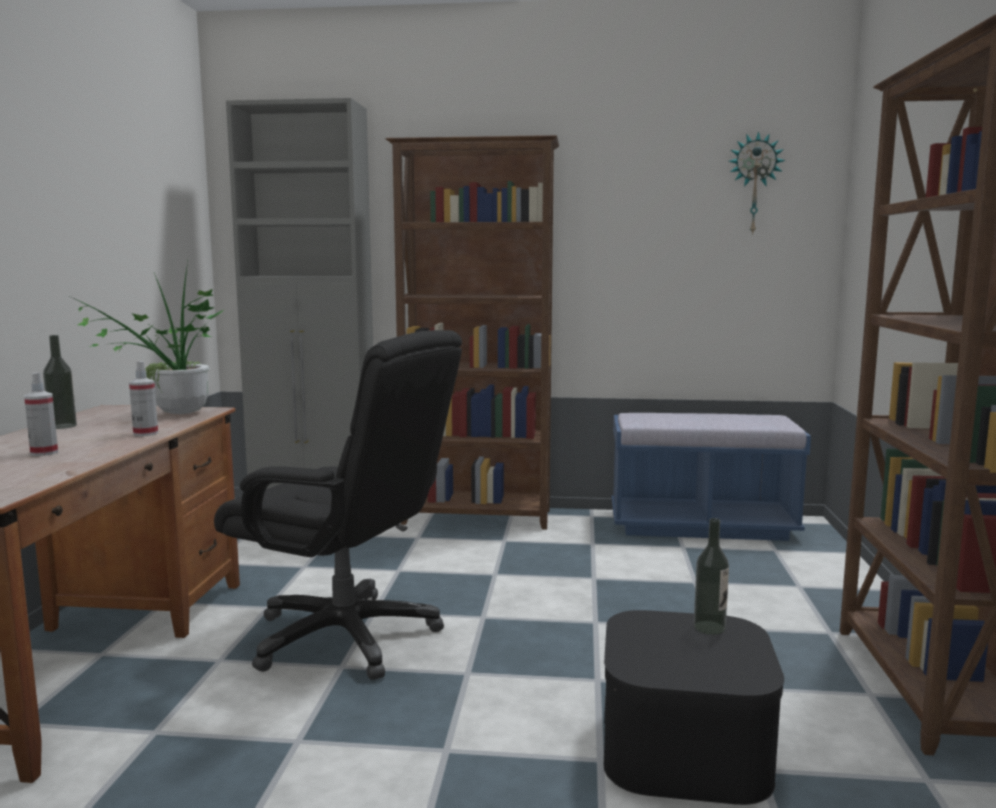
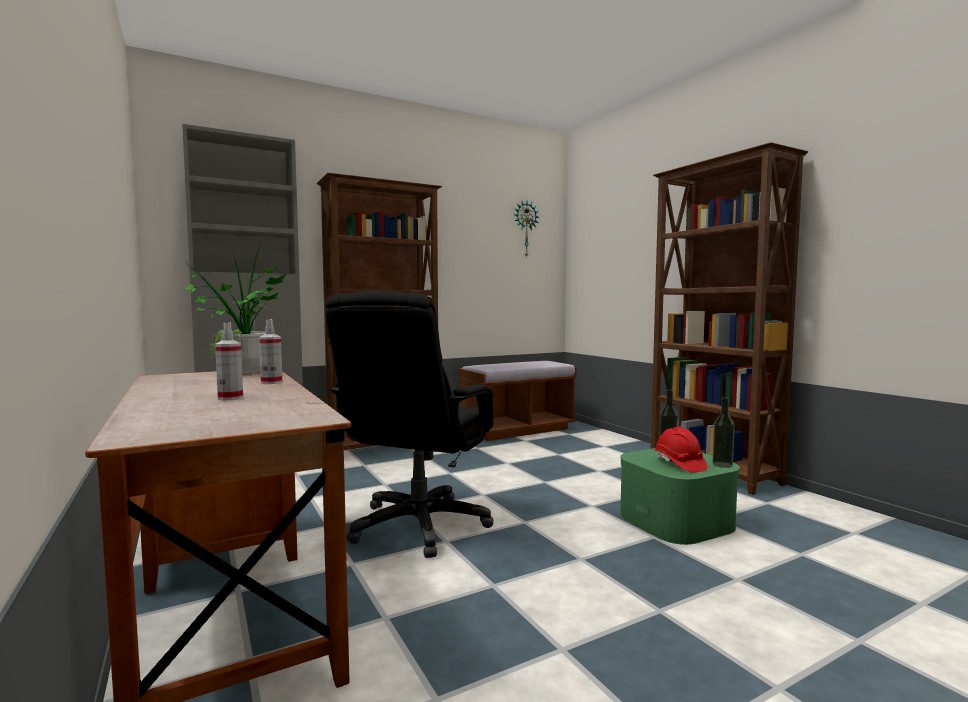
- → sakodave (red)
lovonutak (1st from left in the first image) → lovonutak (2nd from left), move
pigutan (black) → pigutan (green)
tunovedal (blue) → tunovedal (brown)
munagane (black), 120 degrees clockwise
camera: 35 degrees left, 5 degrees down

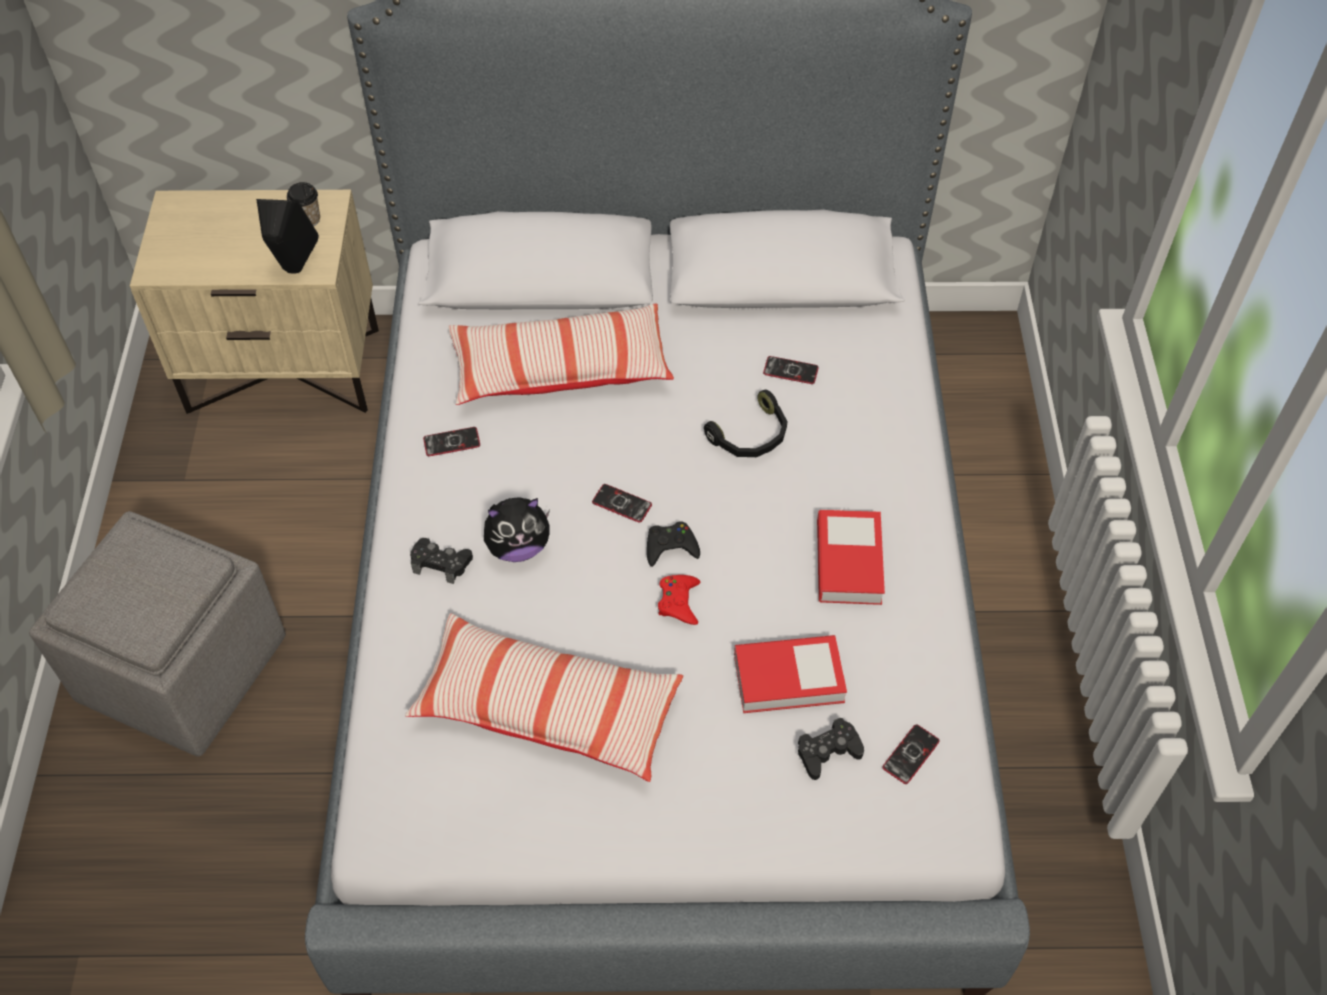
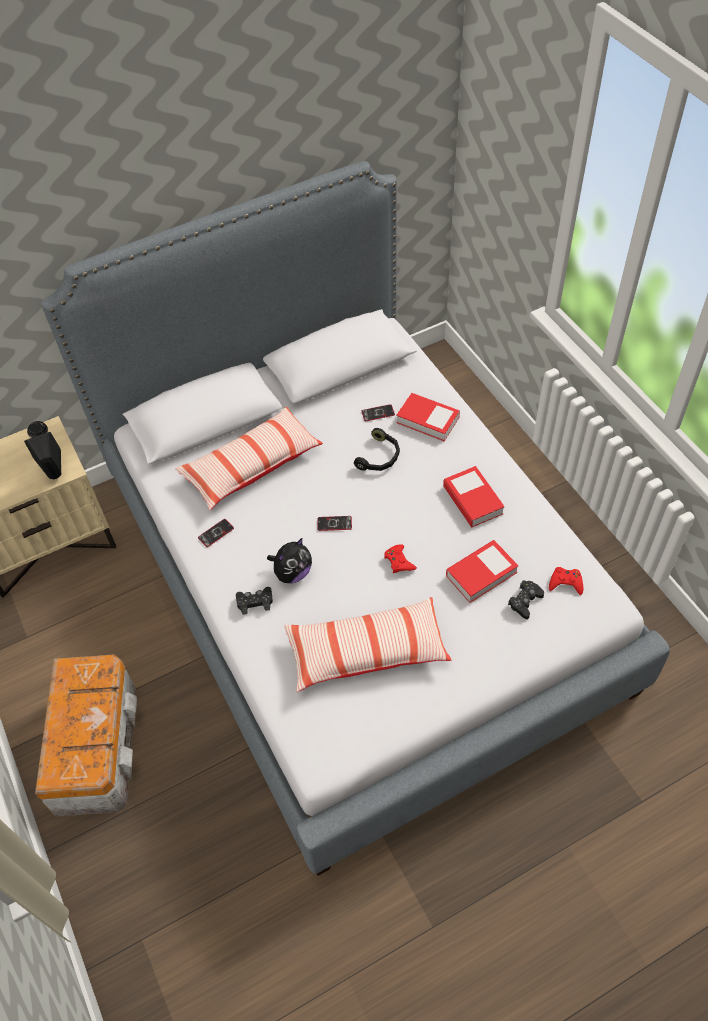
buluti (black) (2nd from left) → -
- → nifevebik (1st from left)
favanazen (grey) → pigutan
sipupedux (4th from left) → buluti (red) (2nd from left)
camera: 25 degrees left, 0 degrees up

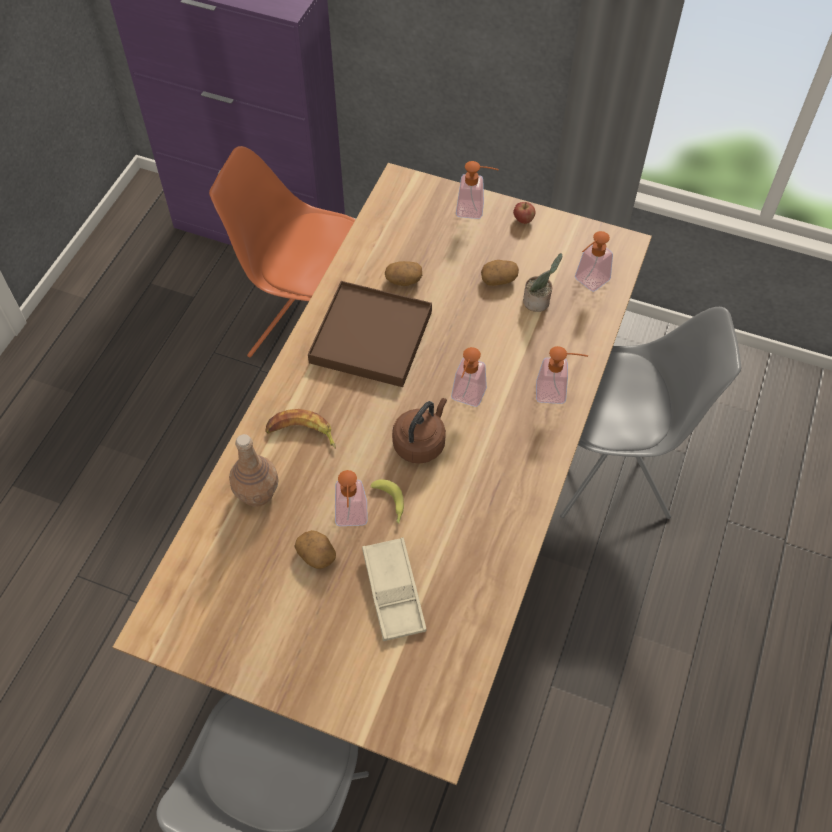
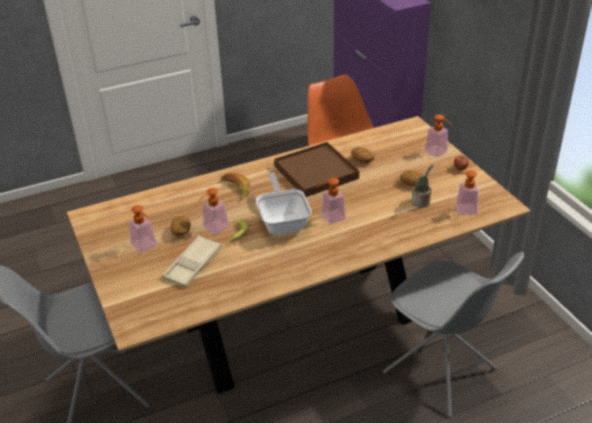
lovonutak (brown) → -
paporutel (4th from left in the first image) → paporutel (1st from left), move
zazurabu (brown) → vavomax
camera: 45 degrees right, 20 degrees down

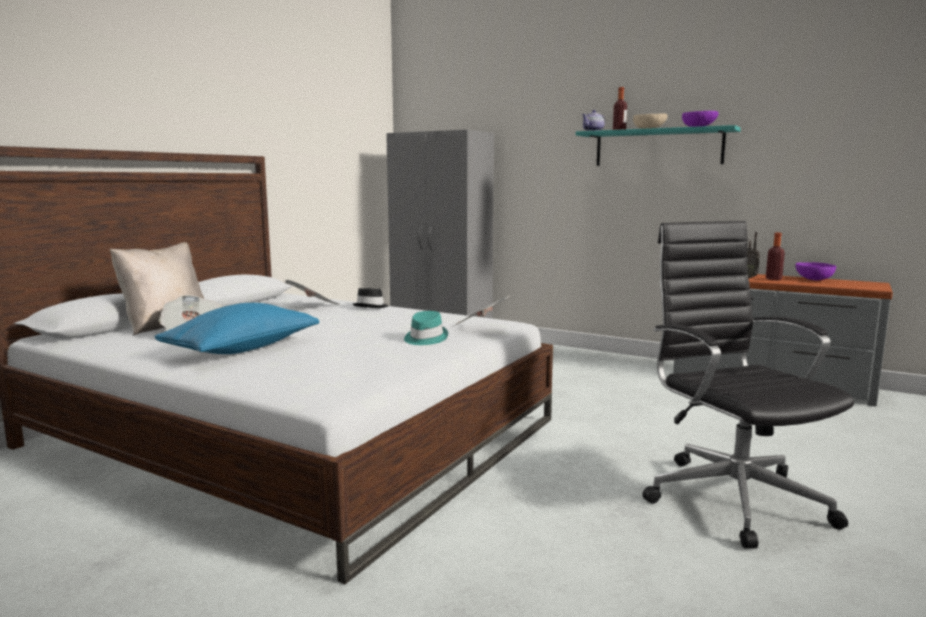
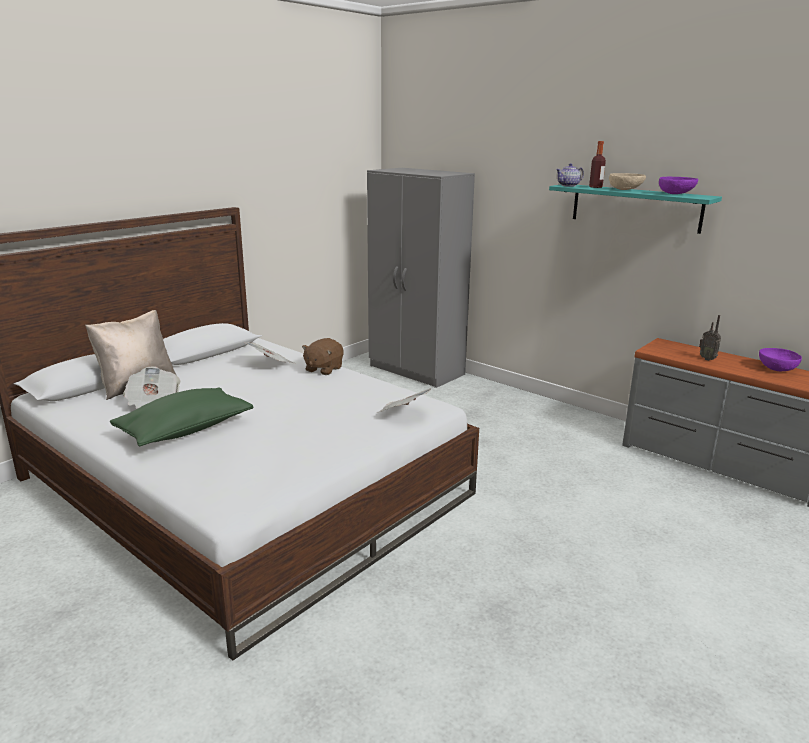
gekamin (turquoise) → -
munagane (black) → -
lovonutak (2nd from left) → -
gekamin (black) → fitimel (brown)
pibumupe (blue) → pibumupe (green)
camera: 10 degrees right, 10 degrees up

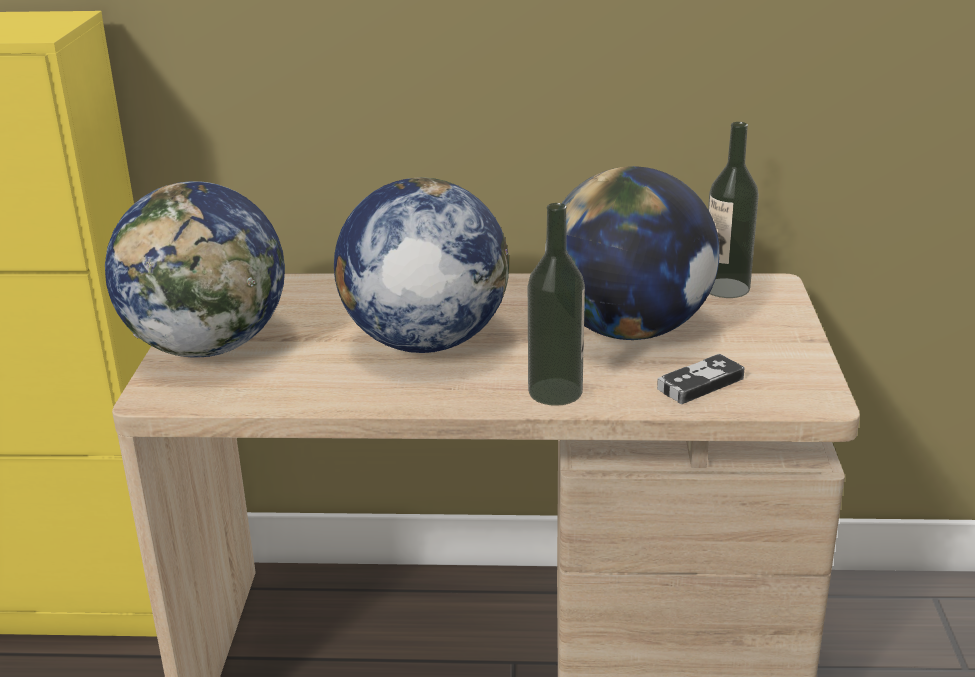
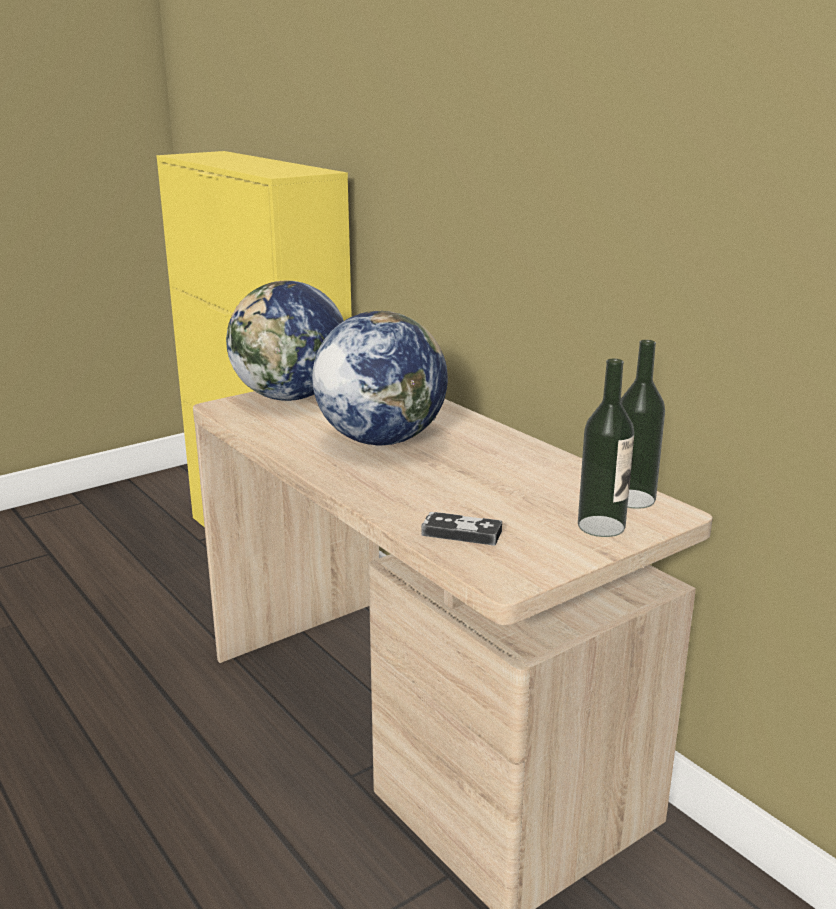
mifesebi (3rd from left) → -
lovonutak (1st from left), move
camera: 50 degrees right, 5 degrees down

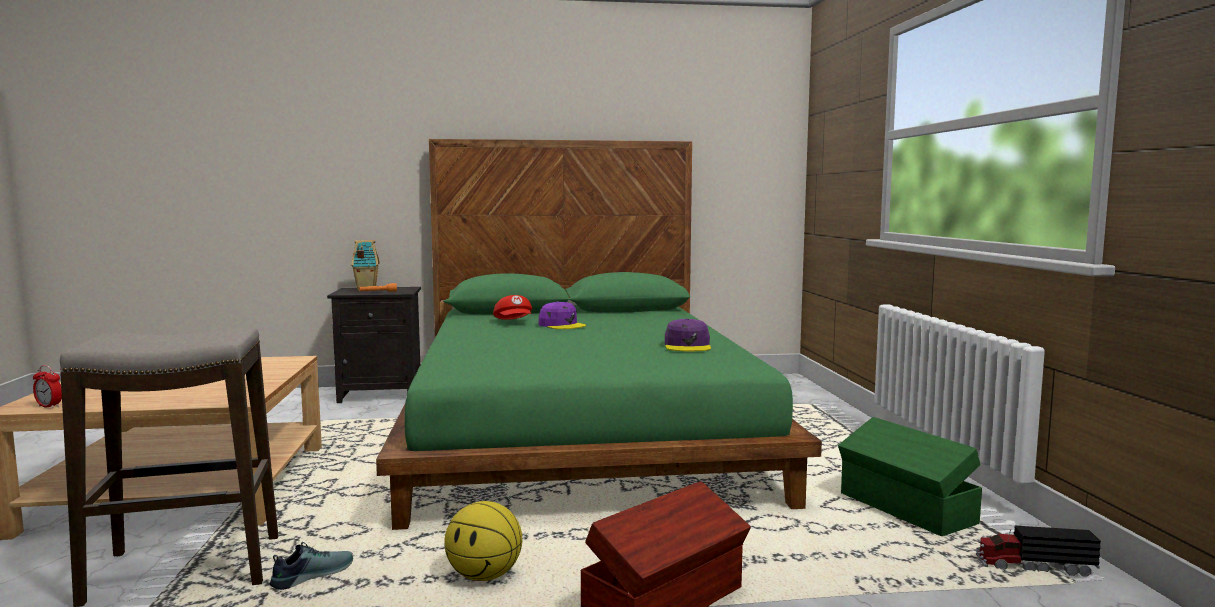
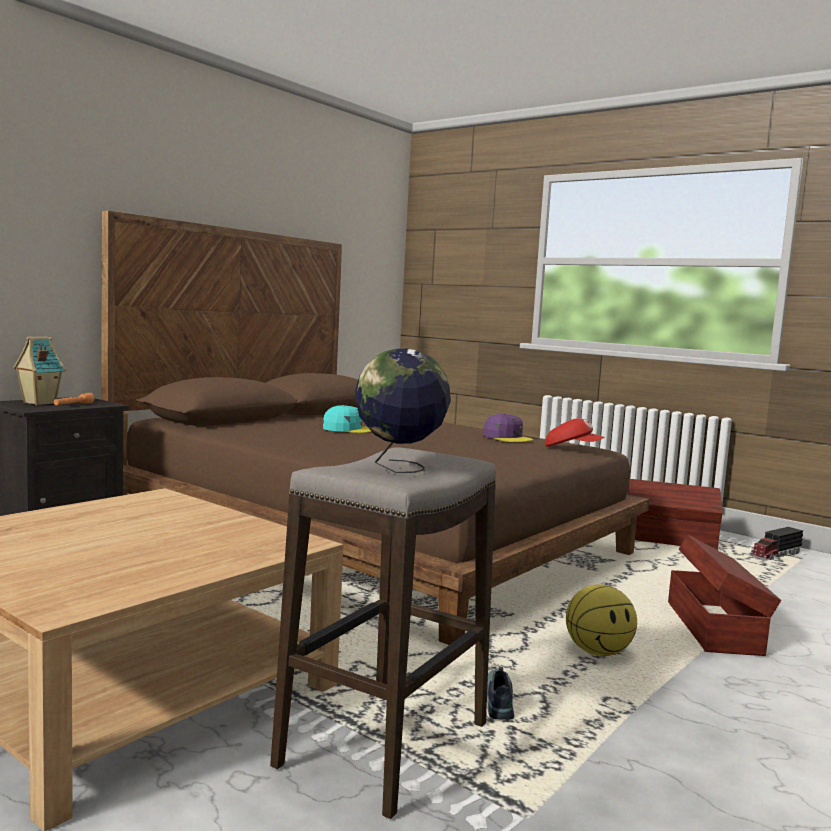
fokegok → -
- → mifesebi
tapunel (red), move
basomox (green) → basomox (brown)
tapunel (purple) (1st from left) → tapunel (turquoise)
pigutan (green) → pigutan (brown) (1st from left)
camera: 45 degrees left, 0 degrees up

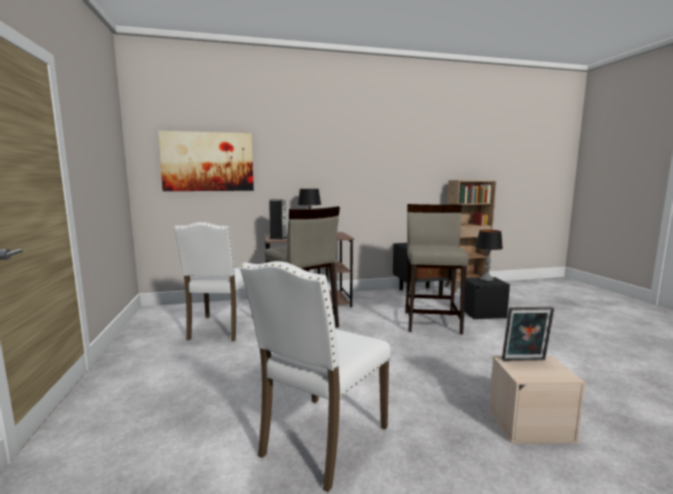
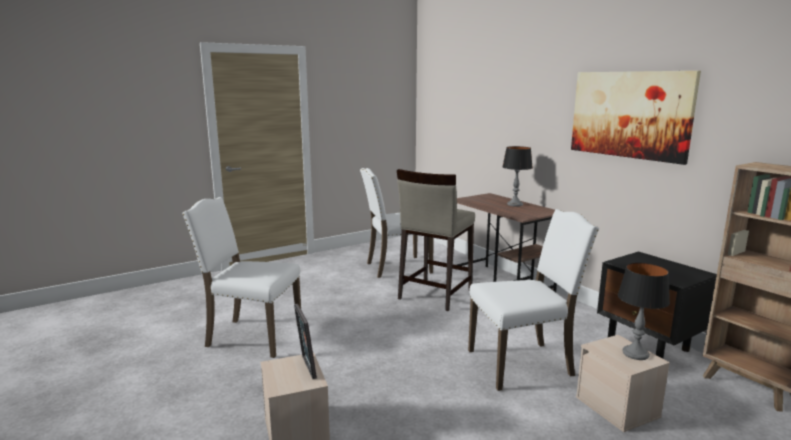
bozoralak → -
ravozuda, move
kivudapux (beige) (2nd from left) → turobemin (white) (3rd from left)
pigutan (black) → pigutan (beige) (2nd from left)
camera: 70 degrees right, 5 degrees up

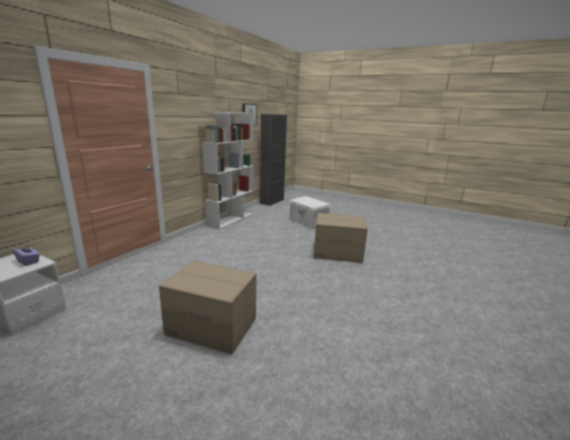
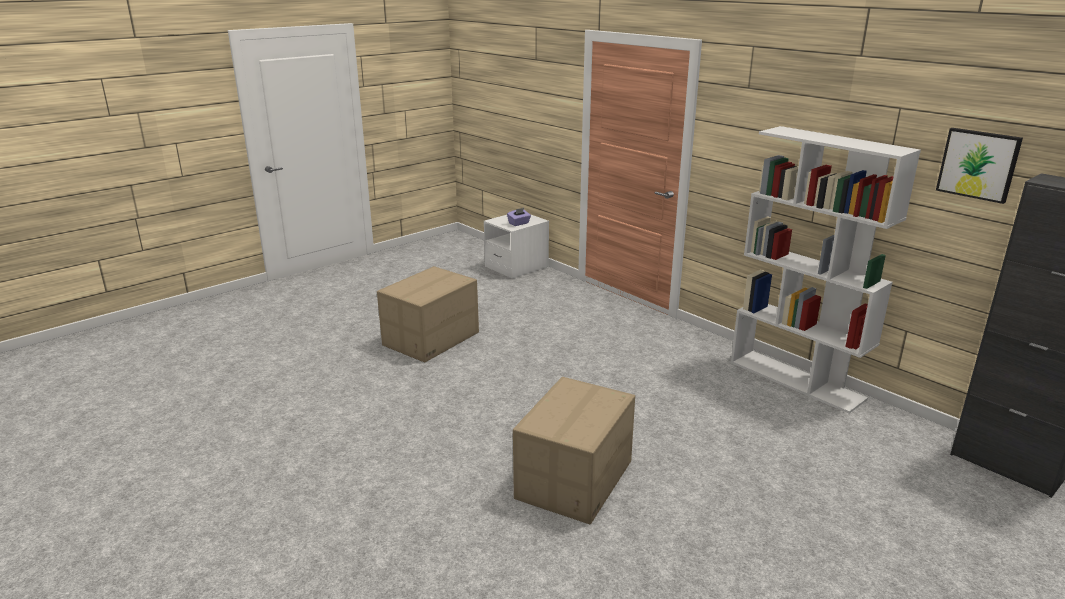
pigutan (white) → -
camera: 110 degrees right, 5 degrees up

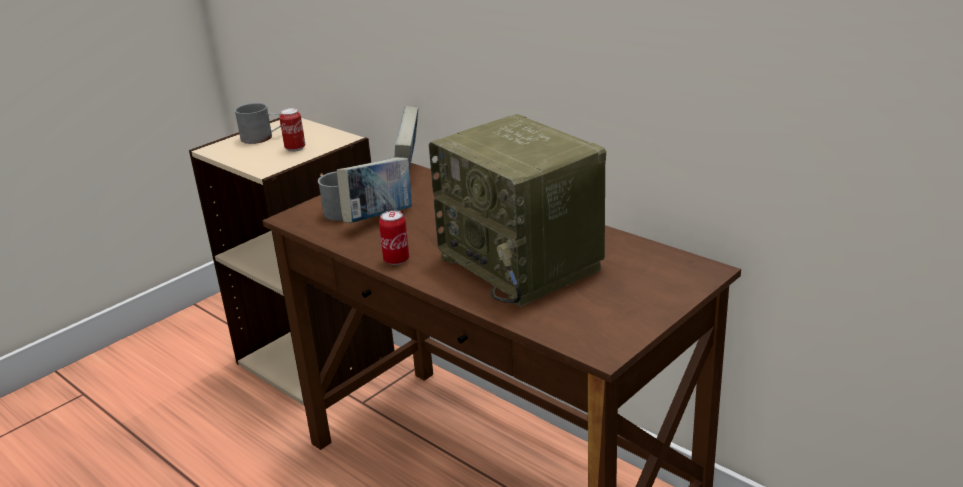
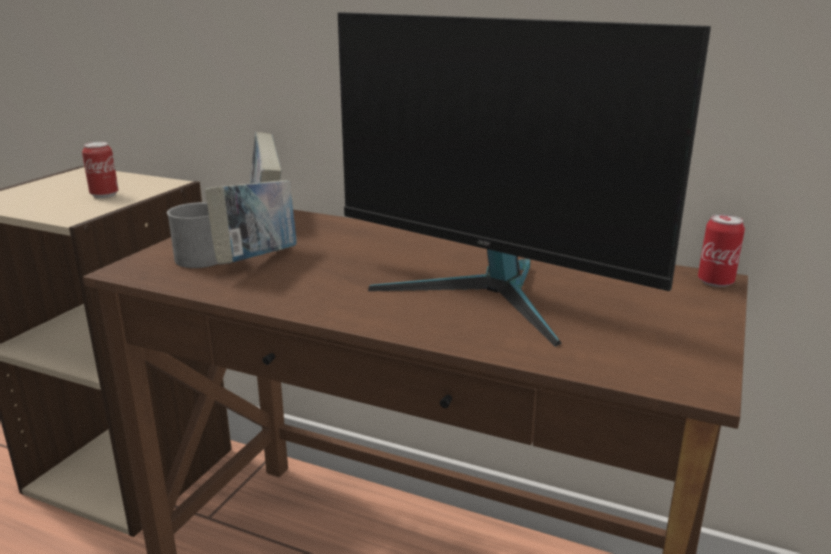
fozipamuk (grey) (1st from left) → -
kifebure (2nd from left), move
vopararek → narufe
camera: 20 degrees left, 5 degrees down

